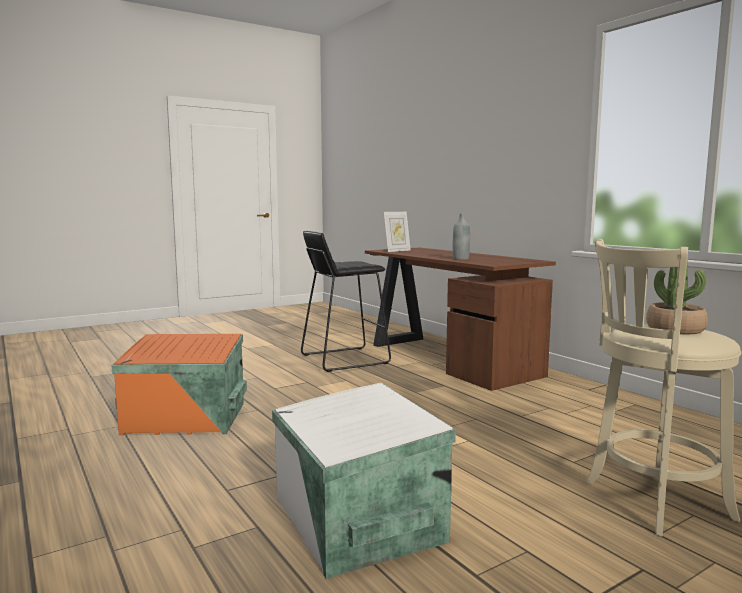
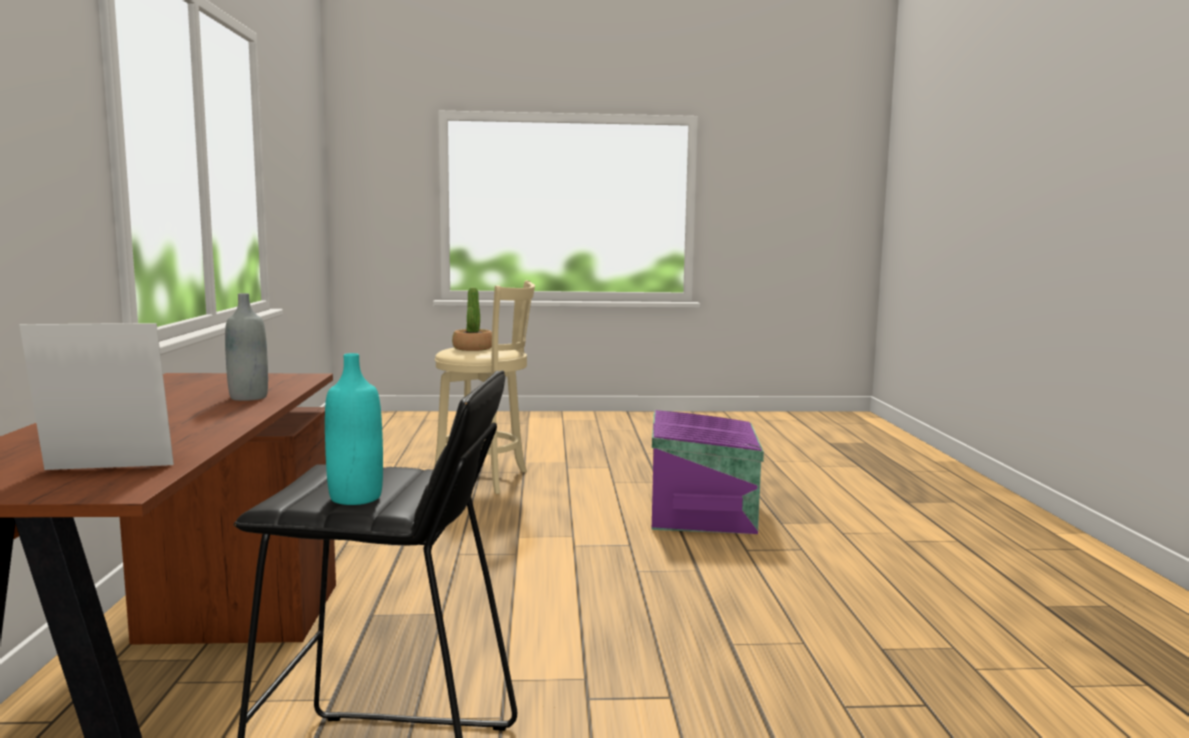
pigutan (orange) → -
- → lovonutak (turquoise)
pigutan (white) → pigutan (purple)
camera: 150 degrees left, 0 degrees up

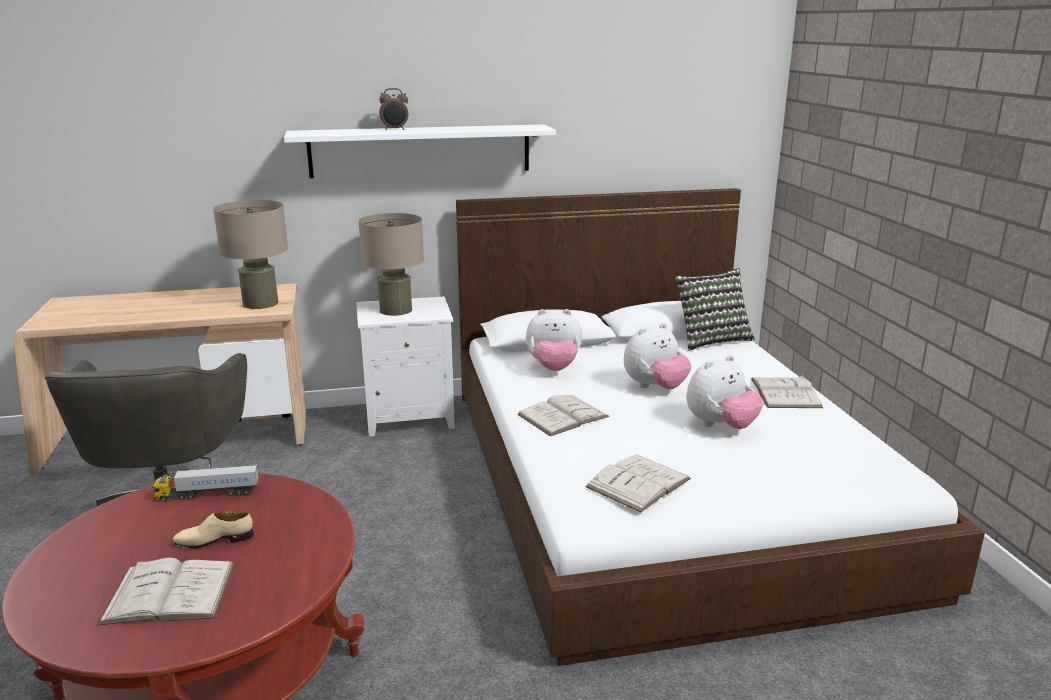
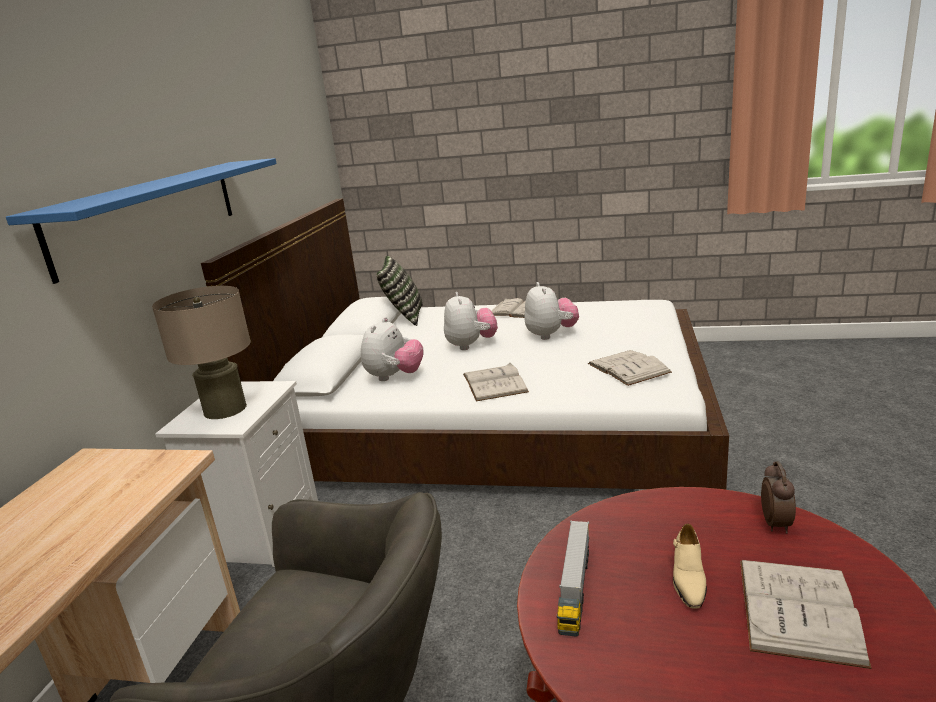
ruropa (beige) (1st from left) → -
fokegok, move
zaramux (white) → zaramux (blue)
camera: 65 degrees left, 0 degrees up

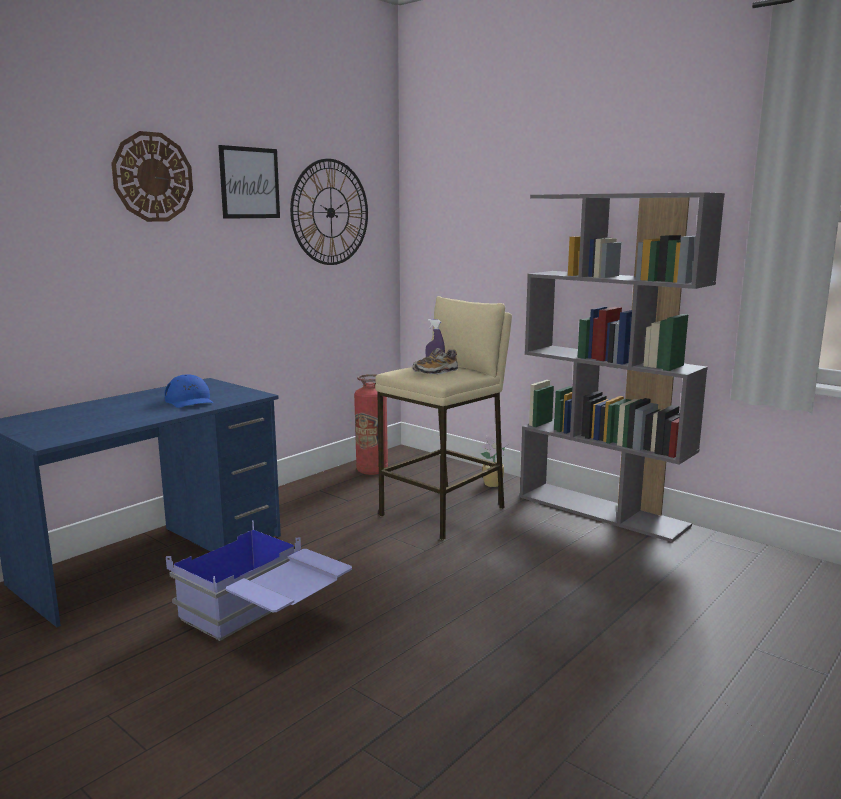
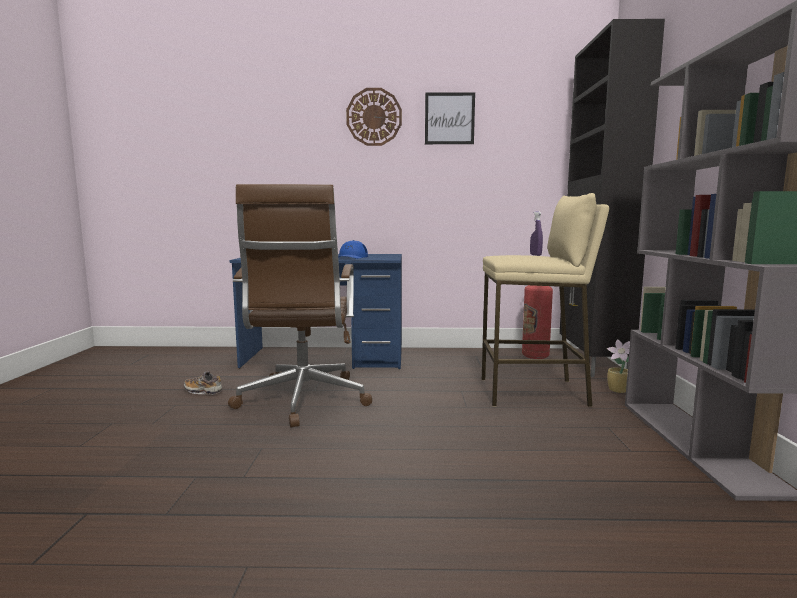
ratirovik (2nd from left) → -
- → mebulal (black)
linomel, move
pigutan (blue) → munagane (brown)
camera: 50 degrees right, 5 degrees down

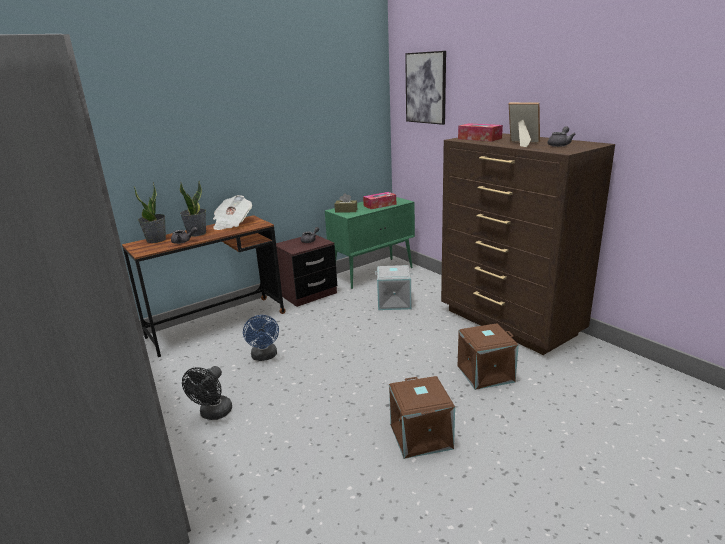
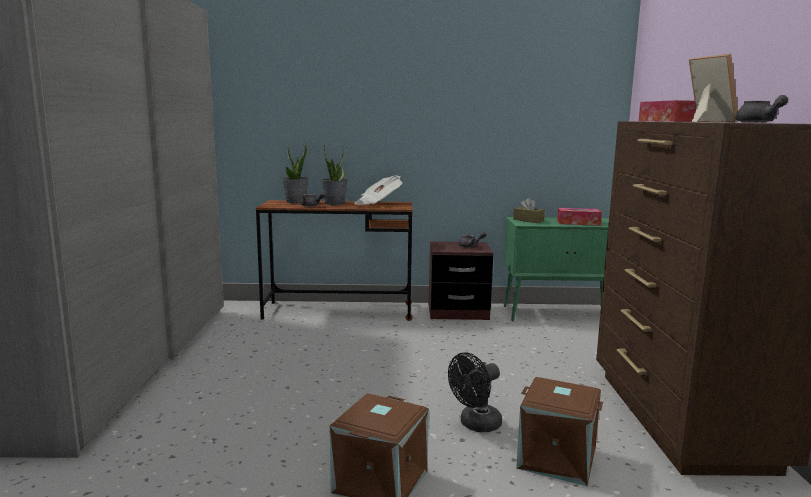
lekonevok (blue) → -
pigutan (grey) → -
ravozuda → -
lekonevok (black), move
camera: 35 degrees right, 10 degrees down

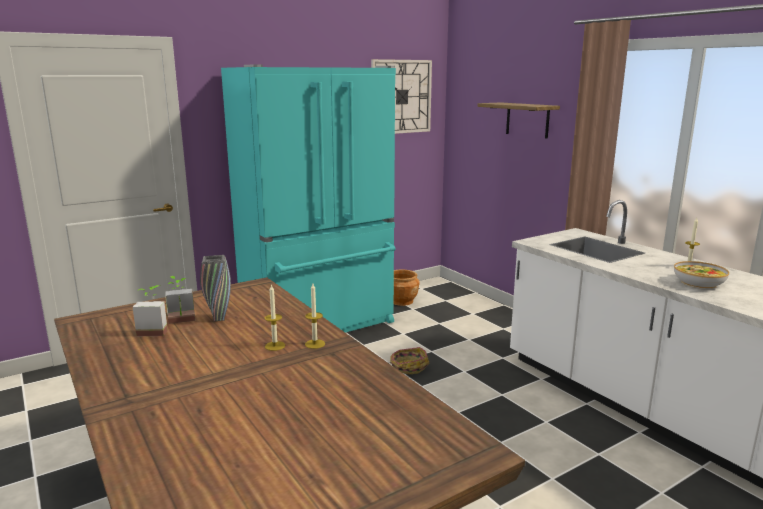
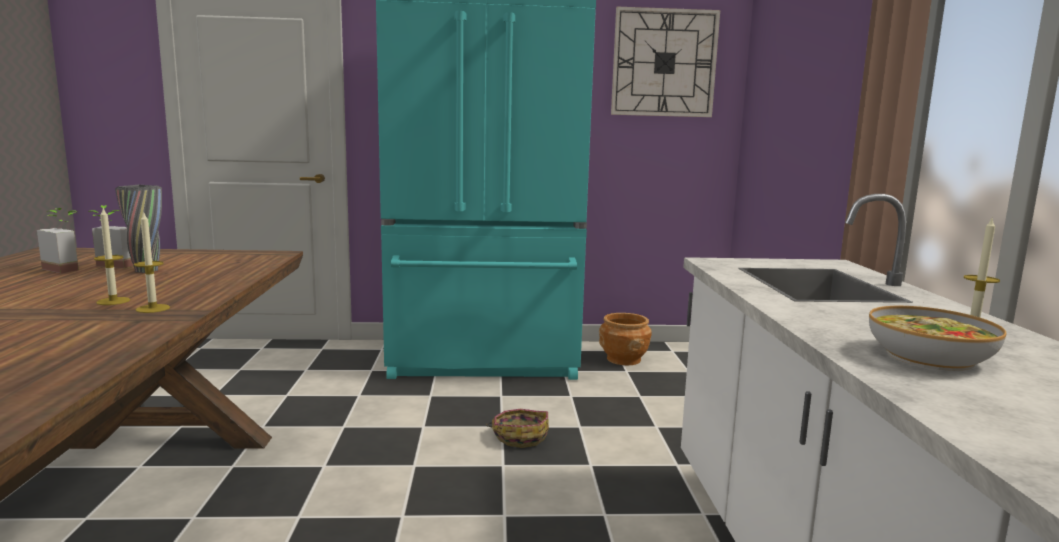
zaramux → -
camera: 30 degrees right, 5 degrees down

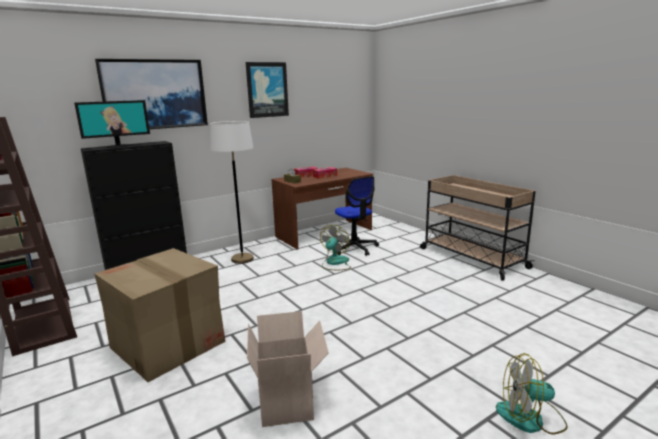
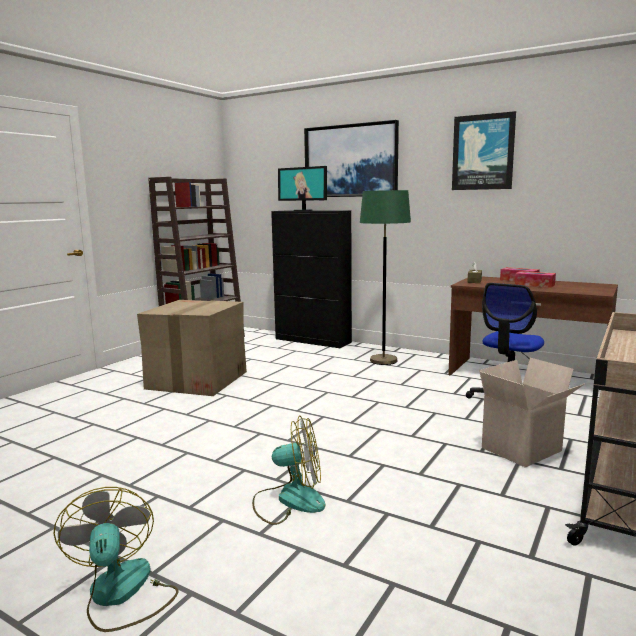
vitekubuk (2nd from left), move
lekonevok (1st from left in the first image) → lekonevok (2nd from left), move
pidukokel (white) → pidukokel (green)
camera: 65 degrees right, 5 degrees down

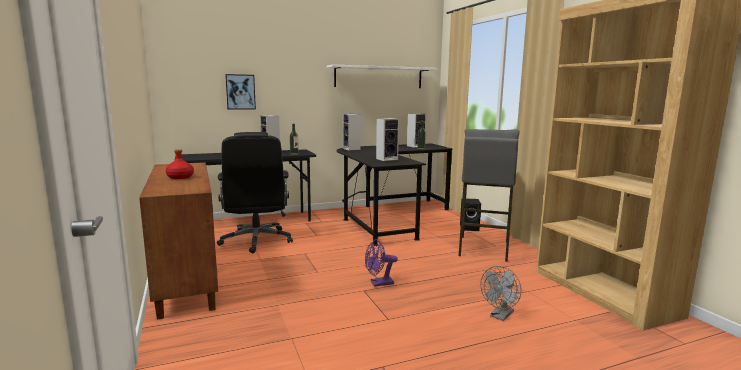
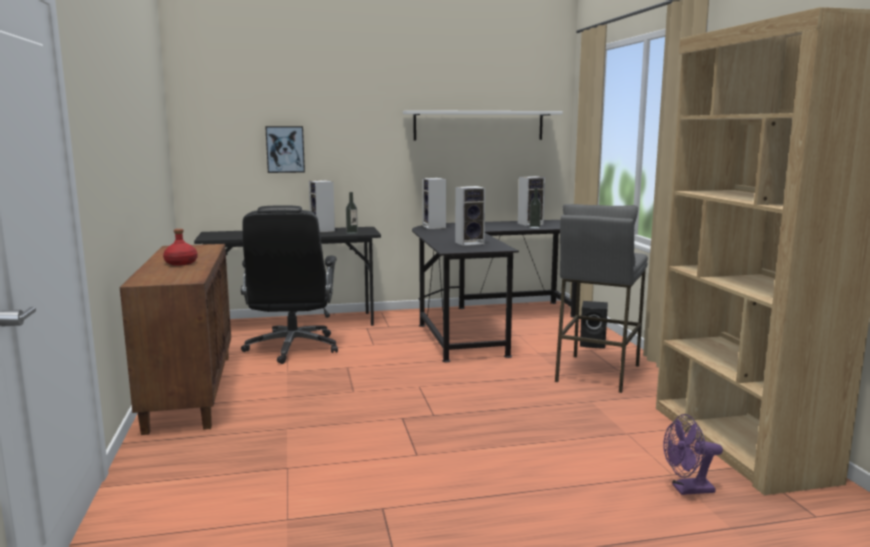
lekonevok (grey) → -
lekonevok (purple), move
camera: 10 degrees right, 0 degrees up

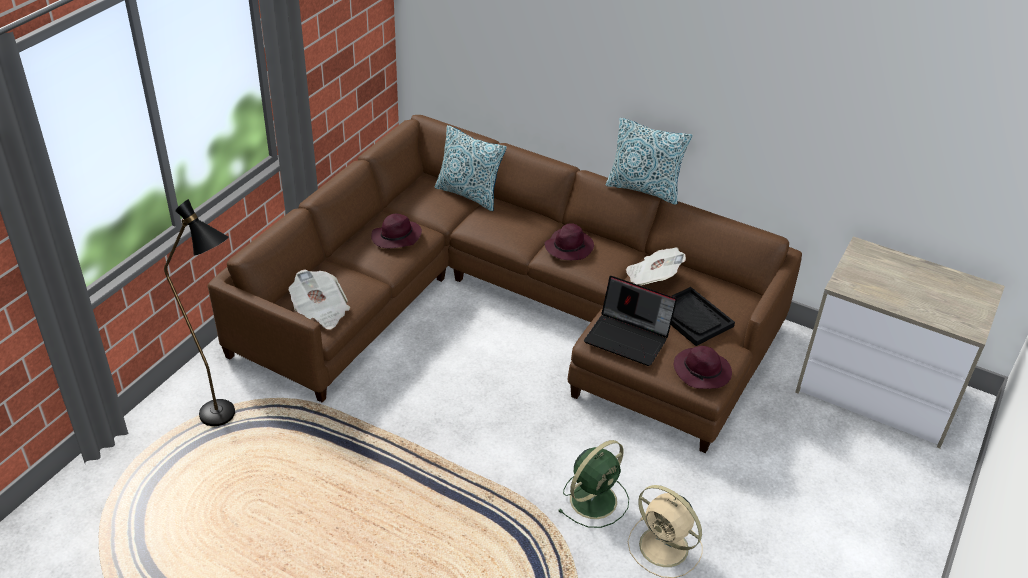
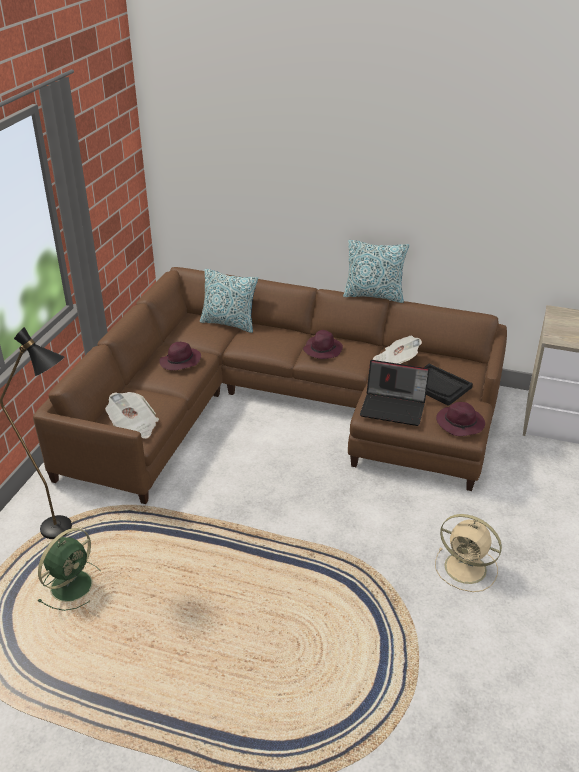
lekonevok (green), move
camera: 10 degrees left, 5 degrees down

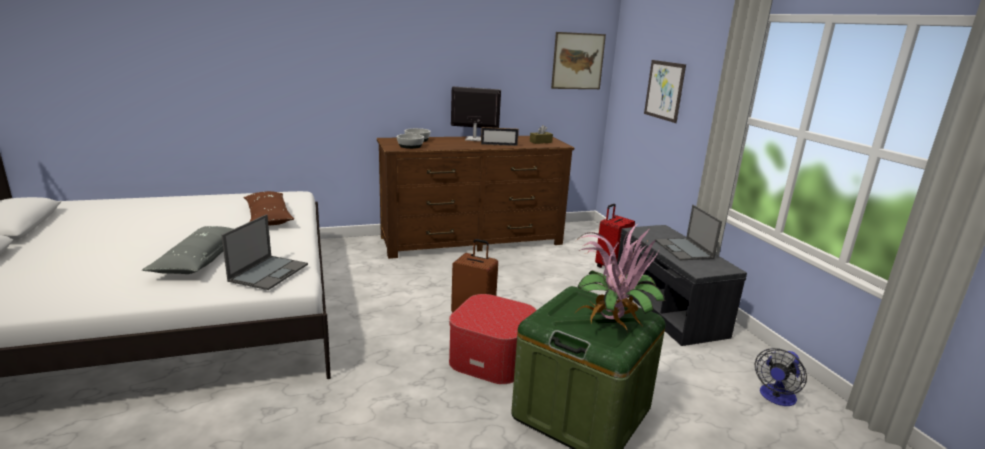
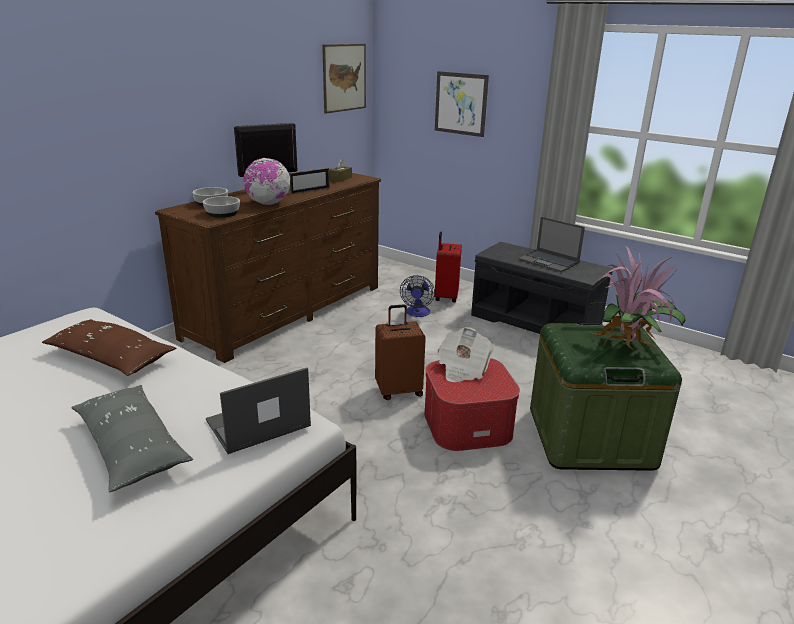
- → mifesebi
- → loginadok
lekonevok, move
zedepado (1st from left), 105 degrees counterclockwise
camera: 35 degrees left, 5 degrees up

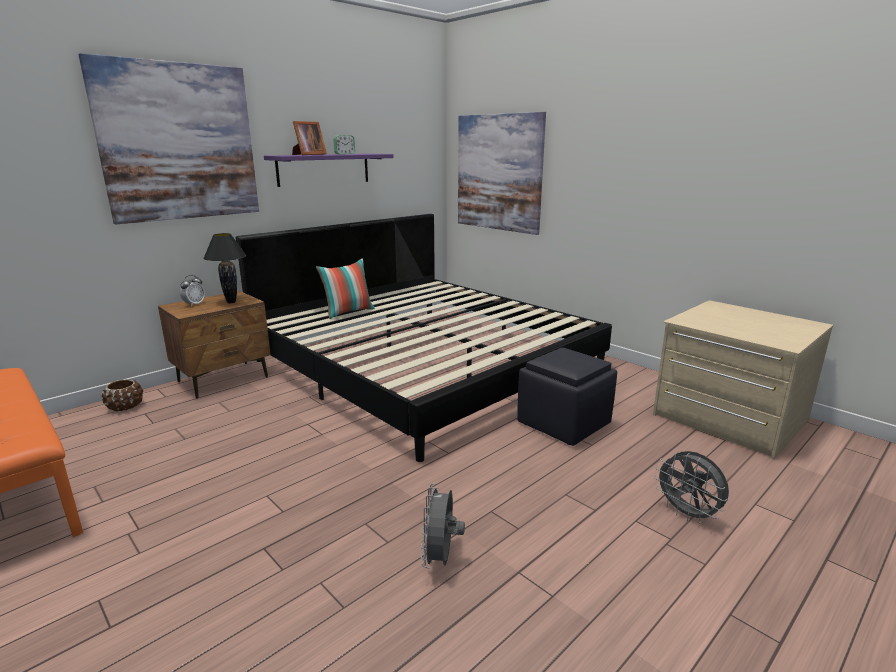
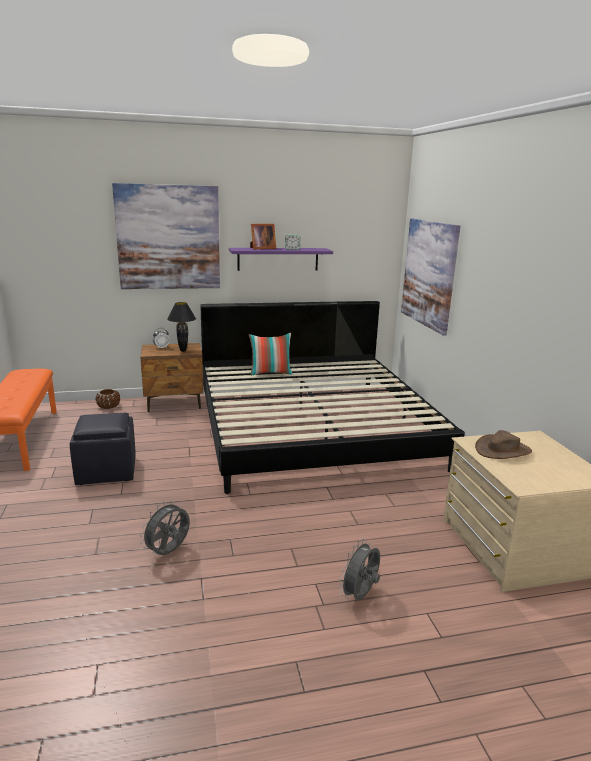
- → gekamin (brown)
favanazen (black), move
lekonevok (grey) (2nd from left), 45 degrees clockwise
camera: 30 degrees right, 0 degrees up

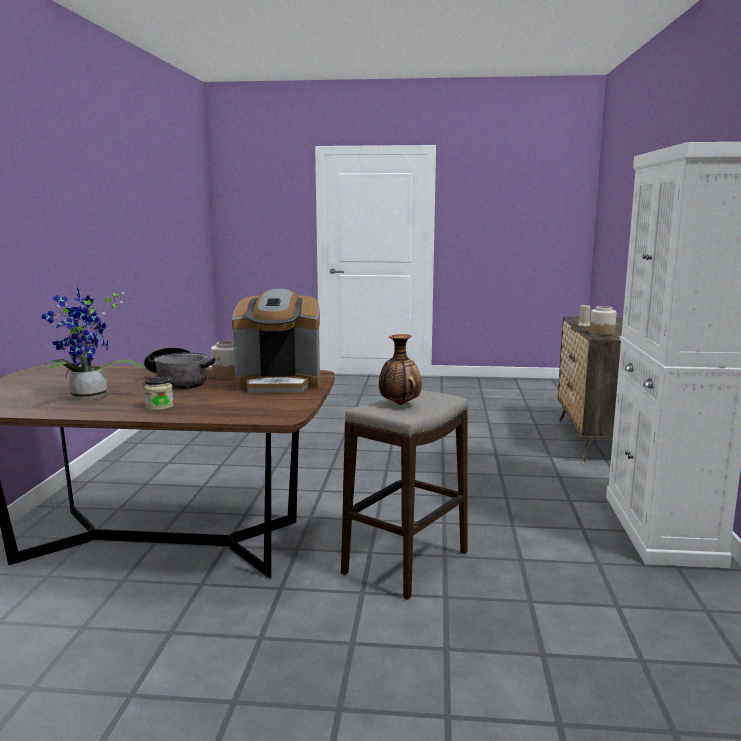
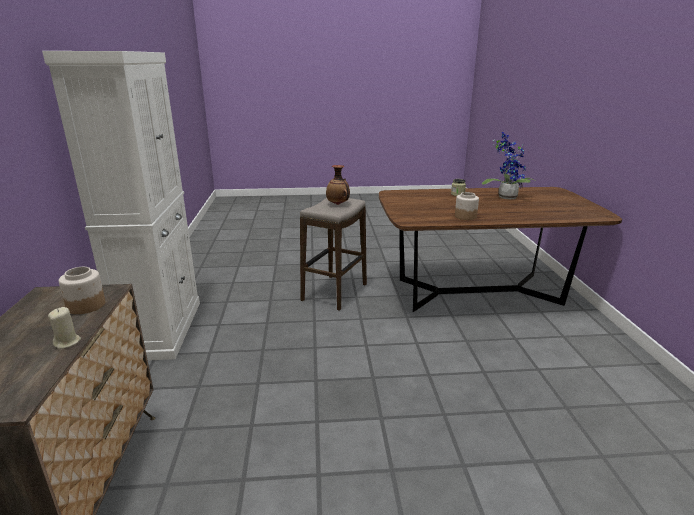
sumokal → -
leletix → -
camera: 170 degrees right, 10 degrees up

